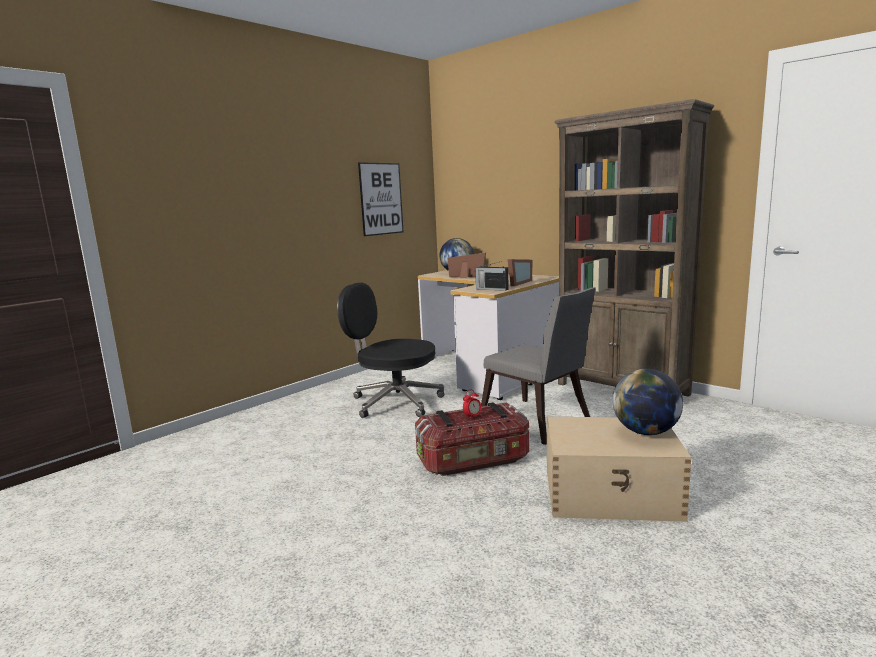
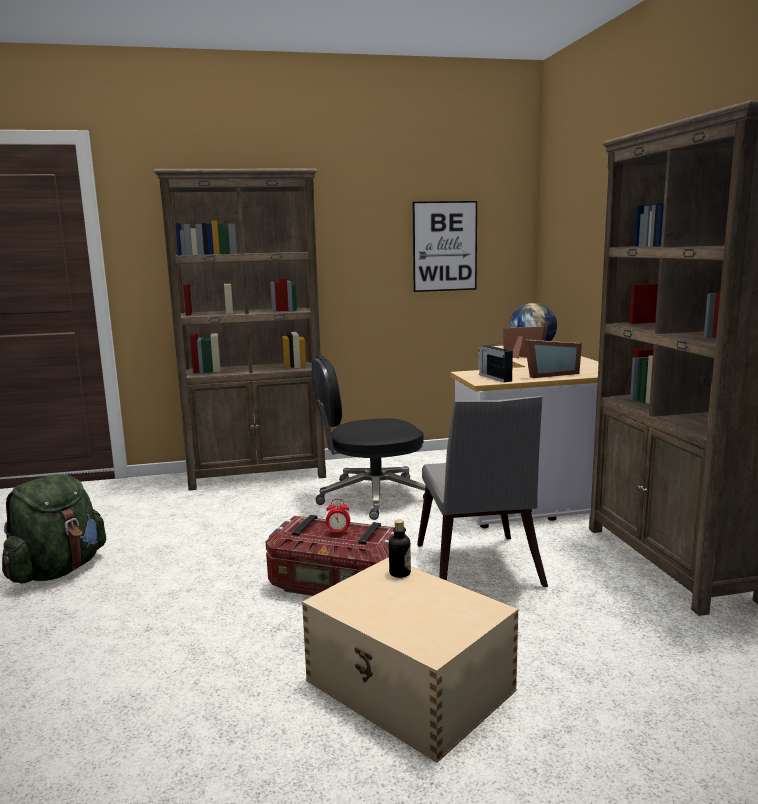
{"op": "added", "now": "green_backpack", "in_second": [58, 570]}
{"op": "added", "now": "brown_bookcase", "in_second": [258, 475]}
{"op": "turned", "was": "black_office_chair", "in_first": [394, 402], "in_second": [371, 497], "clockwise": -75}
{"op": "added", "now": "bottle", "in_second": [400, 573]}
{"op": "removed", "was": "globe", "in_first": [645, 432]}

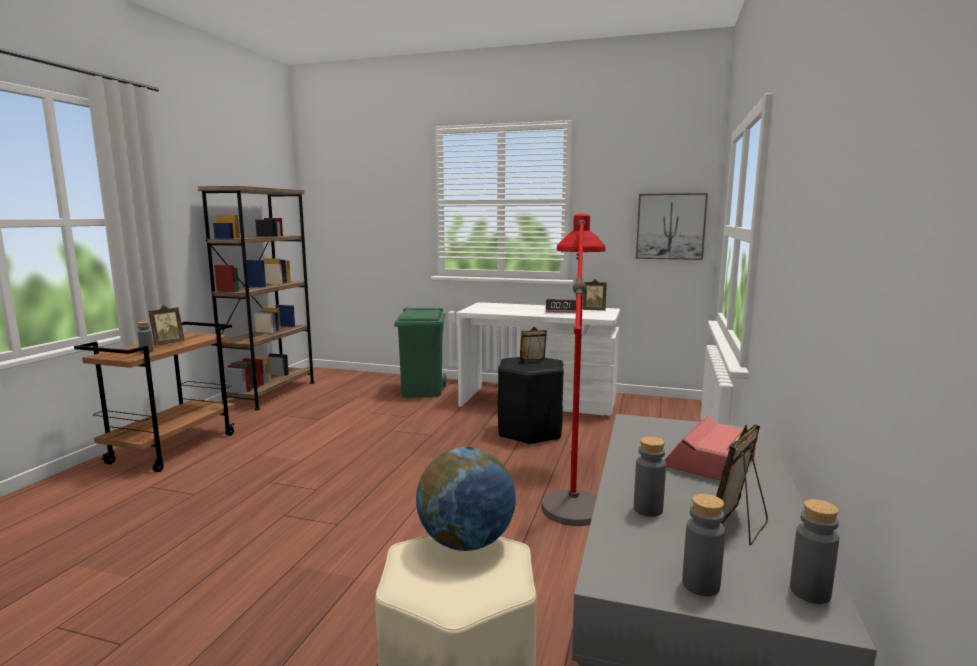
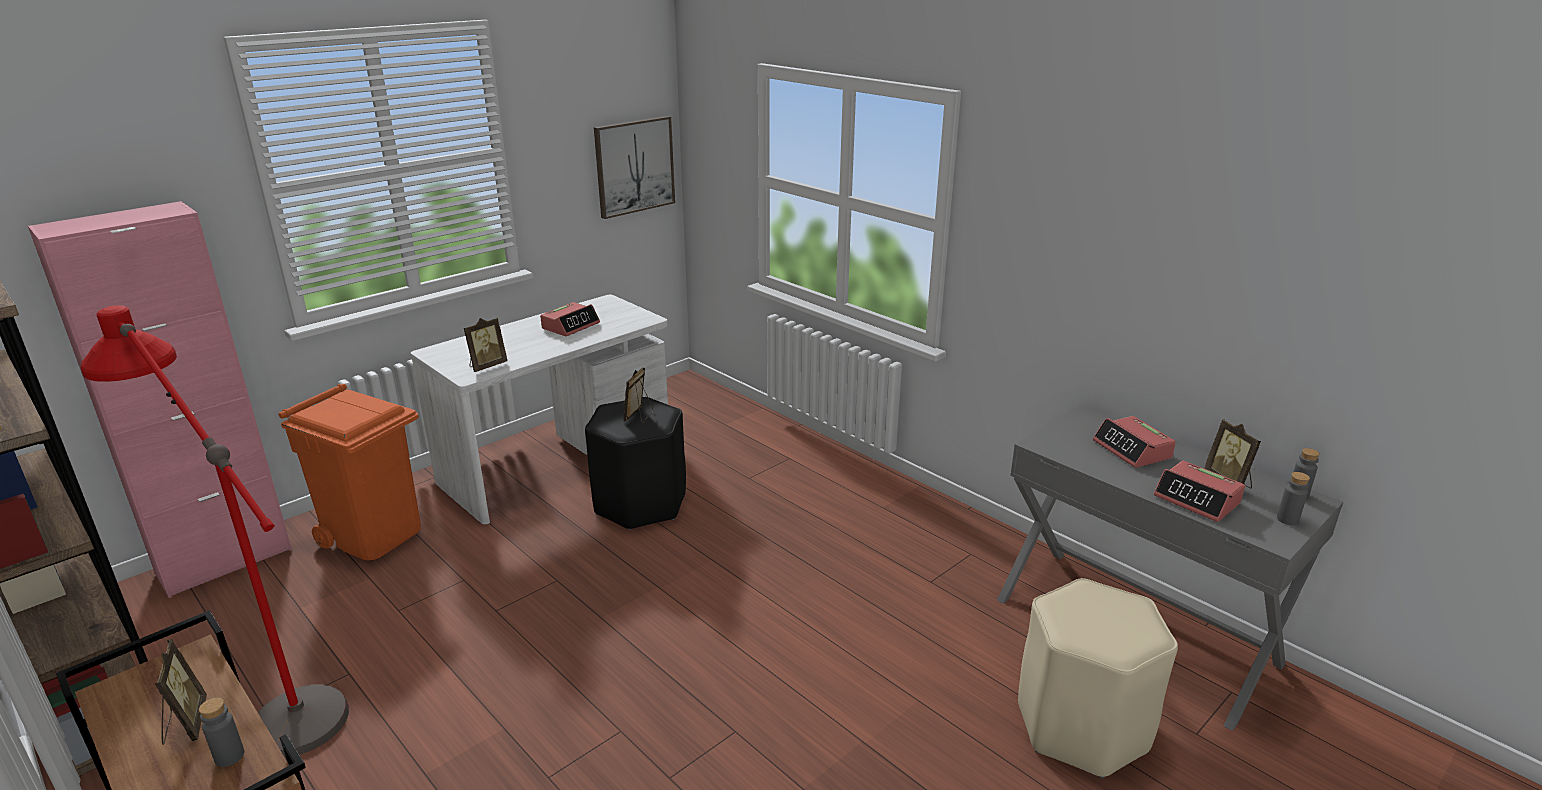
{"op": "added", "now": "pink_cabinet", "in_second": [225, 561]}
{"op": "moved", "was": "red_floor_lamp", "in_first": [573, 487], "in_second": [270, 692]}
{"op": "recoloured", "was": "green_trash_can", "now": "orange_trash_can", "in_first": [423, 391], "in_second": [375, 534]}
{"op": "moved", "was": "picture_frame", "in_first": [594, 310], "in_second": [487, 366]}
{"op": "replaced", "was": "grey_bottle", "now": "alarm_clock", "in_first": [648, 509], "in_second": [1197, 500]}
{"op": "removed", "was": "globe", "in_first": [466, 542]}

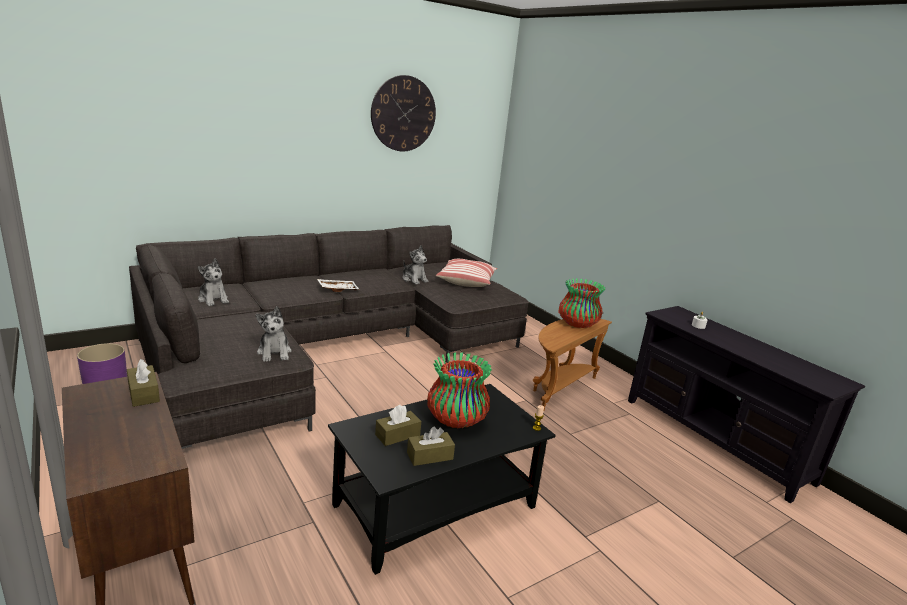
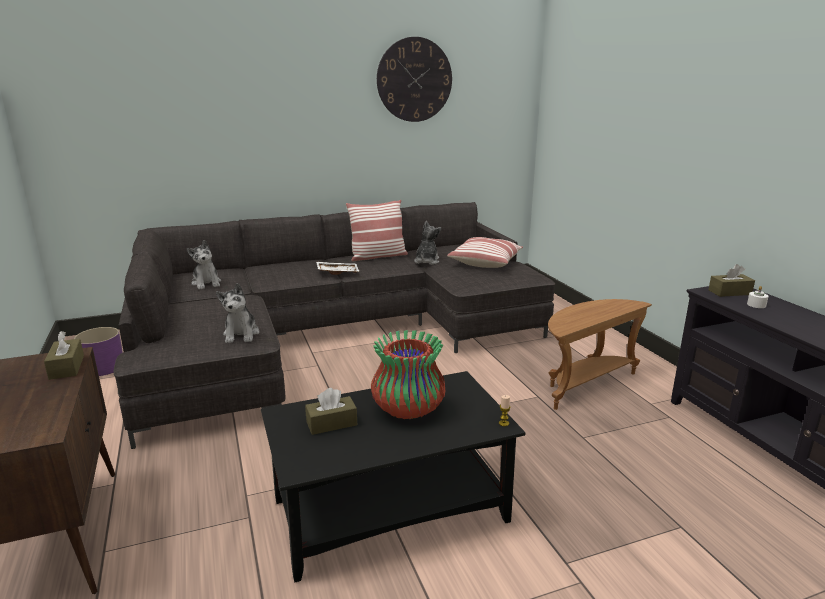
{"op": "added", "now": "pillow", "in_second": [378, 256]}
{"op": "turned", "was": "plush_toy", "in_first": [414, 279], "in_second": [426, 261], "clockwise": -135}
{"op": "moved", "was": "brown_tissue_box", "in_first": [430, 456], "in_second": [729, 292]}
{"op": "removed", "was": "vase", "in_first": [578, 324]}

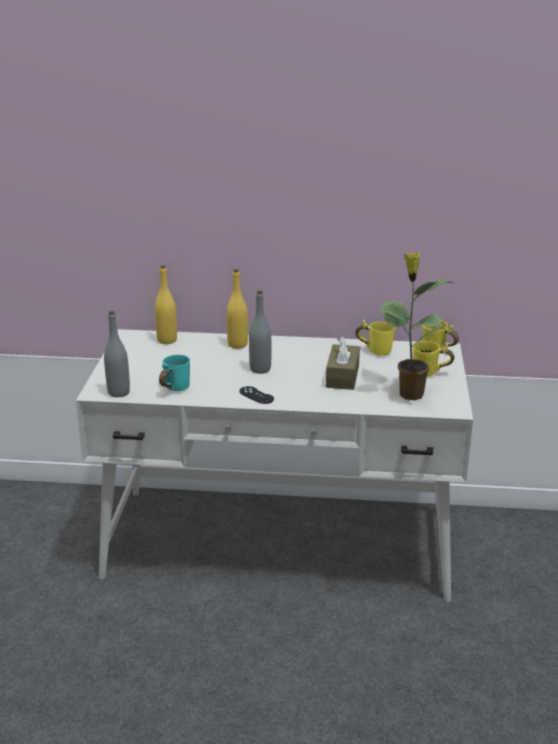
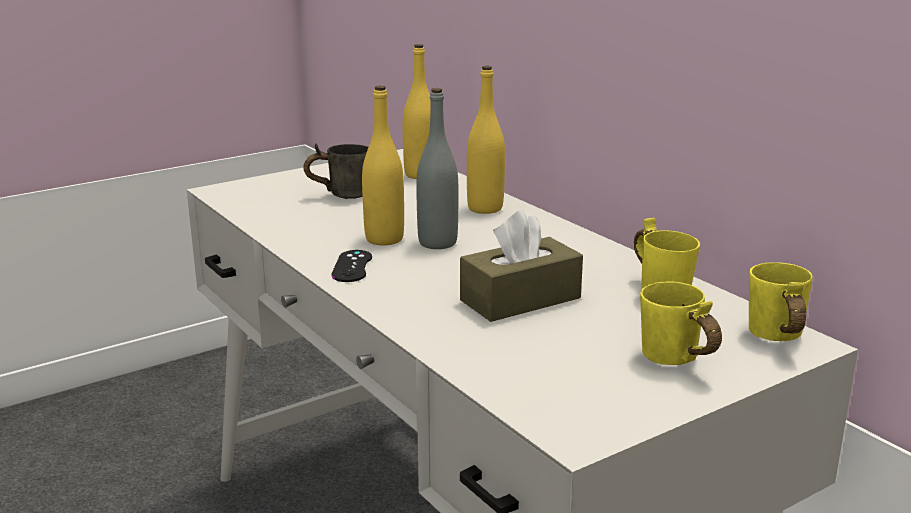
{"op": "added", "now": "grey_mug", "in_second": [340, 194]}
{"op": "added", "now": "yellow_bottle", "in_second": [384, 239]}
{"op": "removed", "was": "grey_bottle", "in_first": [118, 392]}
{"op": "removed", "was": "turquoise_mug", "in_first": [172, 389]}
{"op": "removed", "was": "potted_plant", "in_first": [409, 394]}

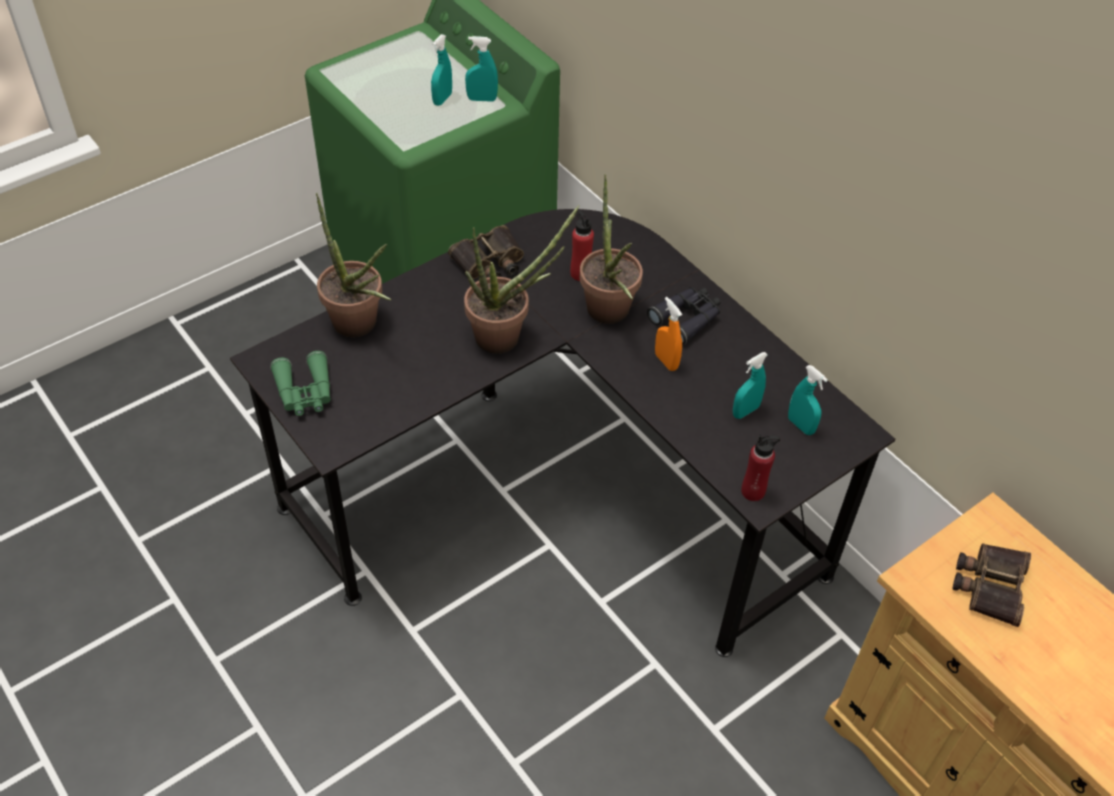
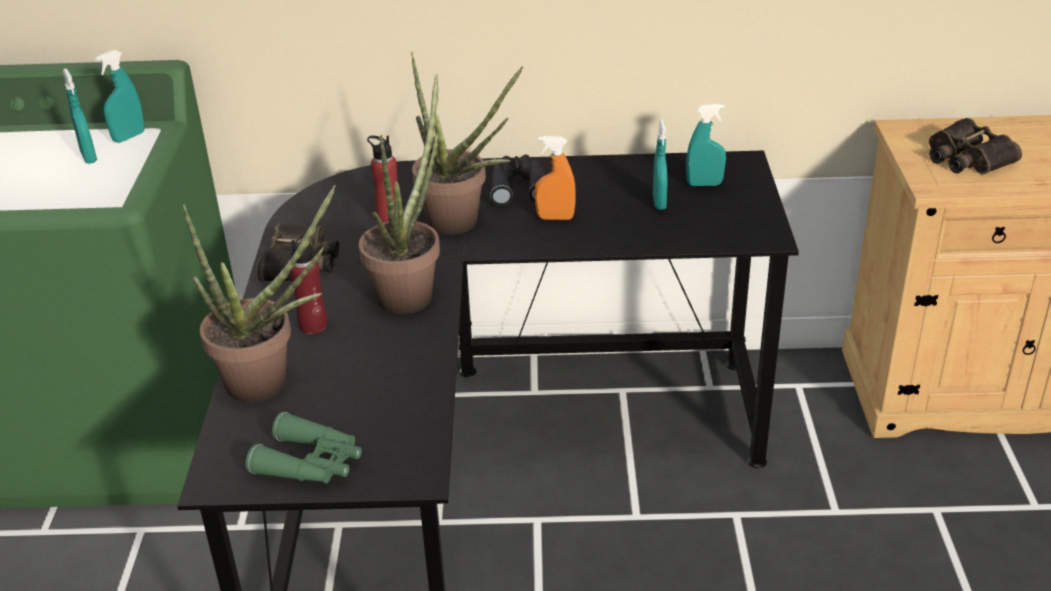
{"op": "moved", "was": "red_bottle", "in_first": [753, 491], "in_second": [313, 325]}

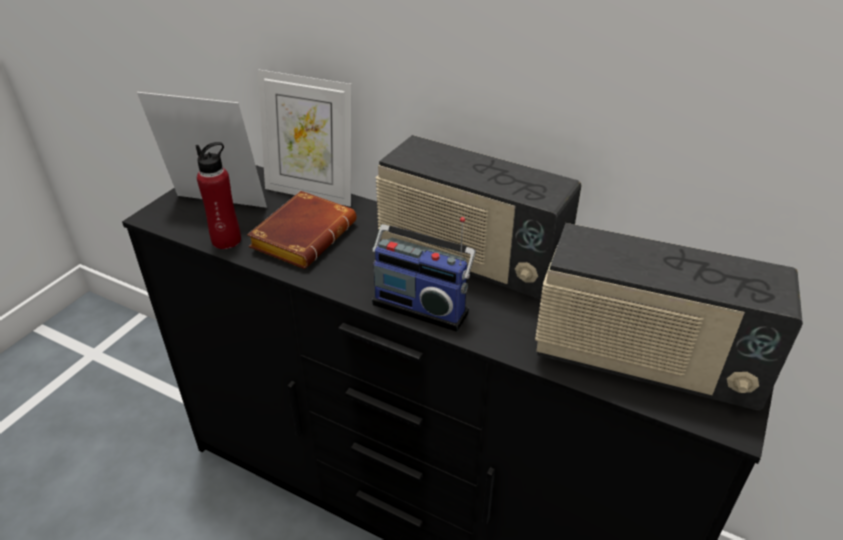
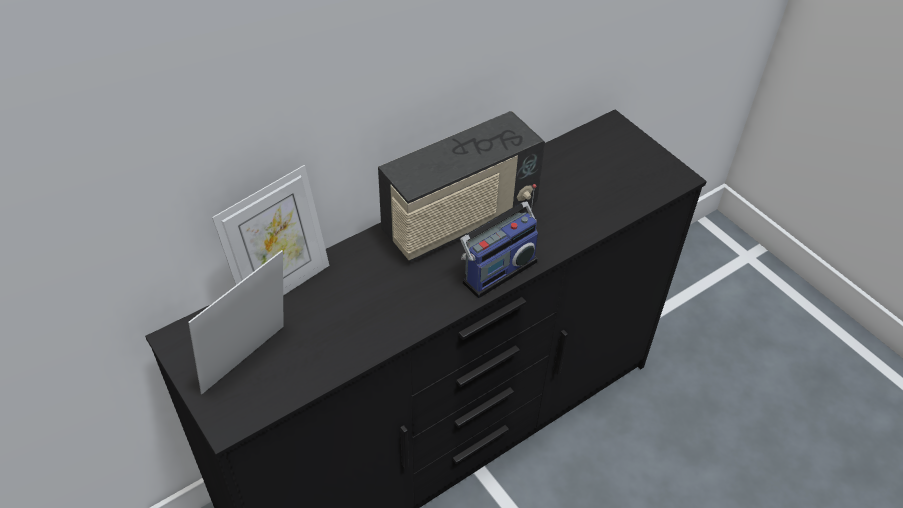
{"op": "removed", "was": "red_bottle", "in_first": [226, 240]}
{"op": "removed", "was": "brown_book", "in_first": [303, 235]}
{"op": "removed", "was": "radio", "in_first": [644, 363]}

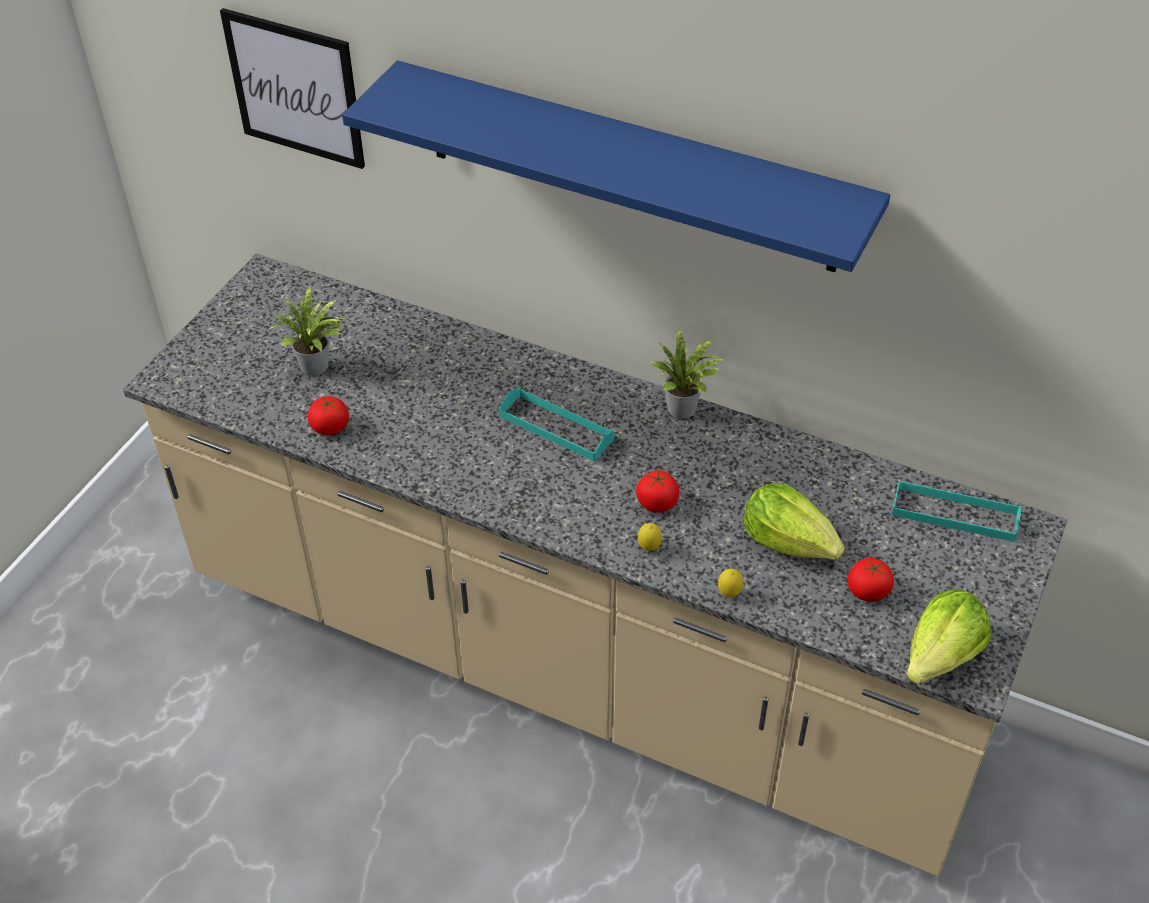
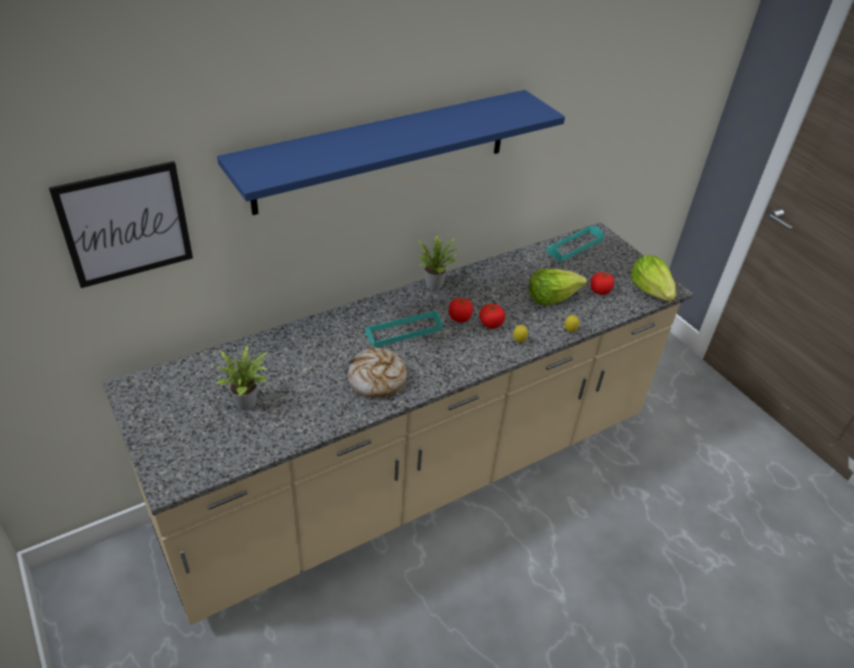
{"op": "added", "now": "bread", "in_second": [376, 379]}
{"op": "moved", "was": "tomato", "in_first": [330, 427], "in_second": [459, 318]}

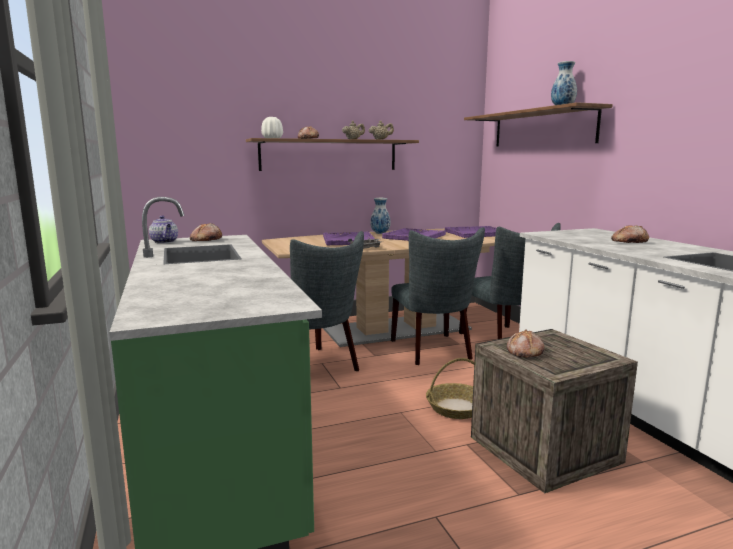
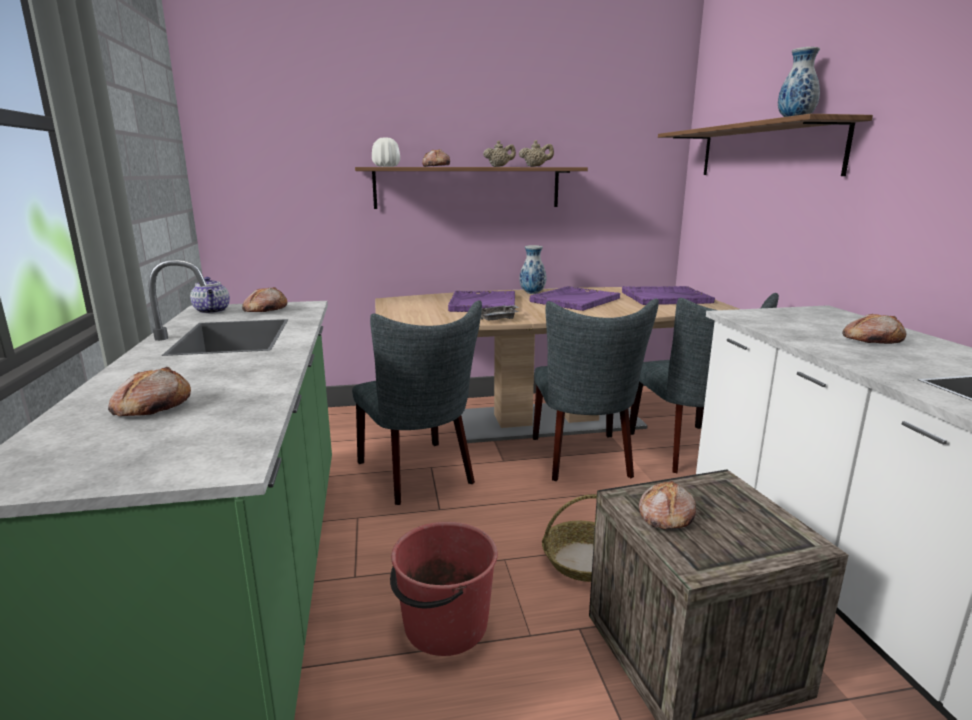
{"op": "added", "now": "bread", "in_second": [152, 407]}
{"op": "added", "now": "red_bucket", "in_second": [444, 625]}

